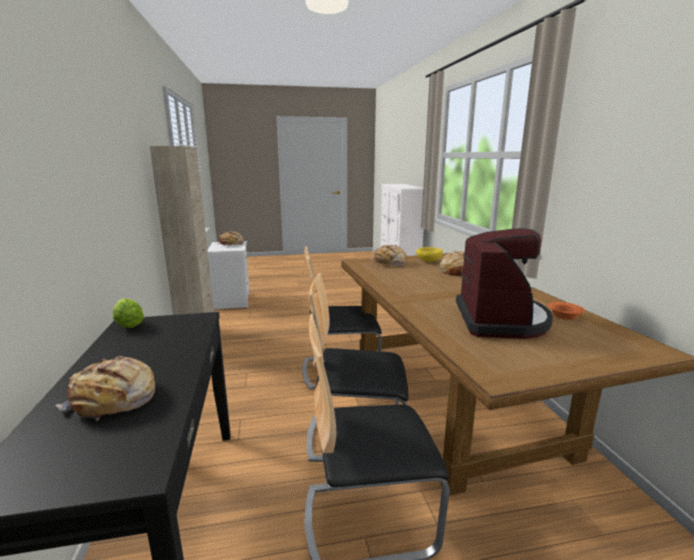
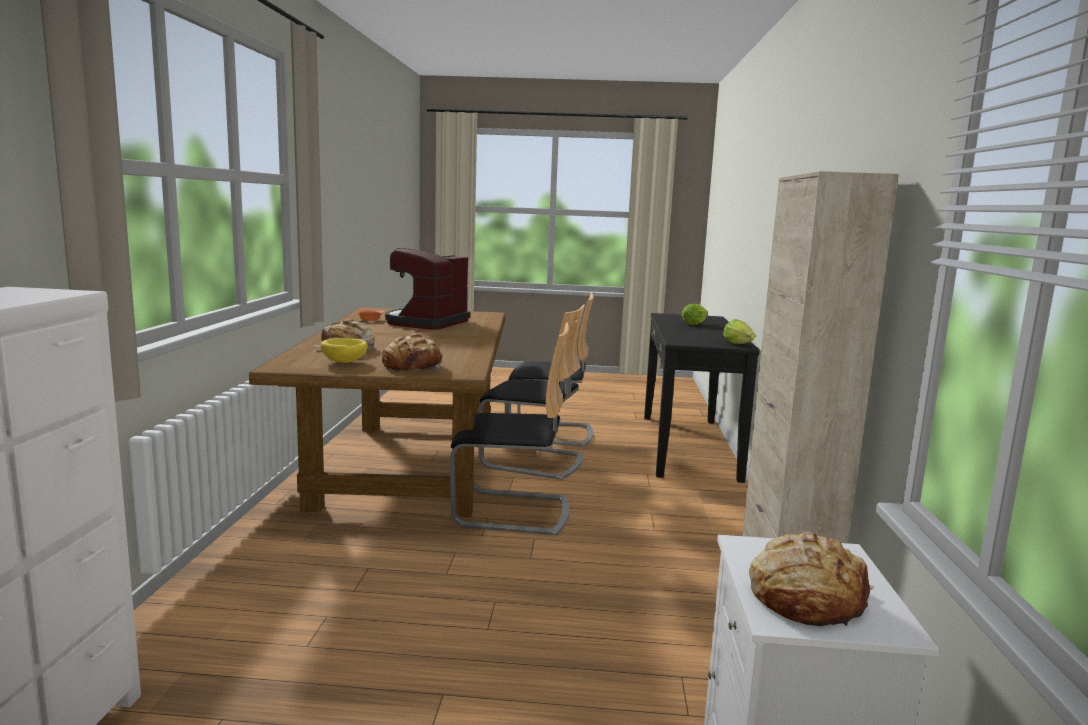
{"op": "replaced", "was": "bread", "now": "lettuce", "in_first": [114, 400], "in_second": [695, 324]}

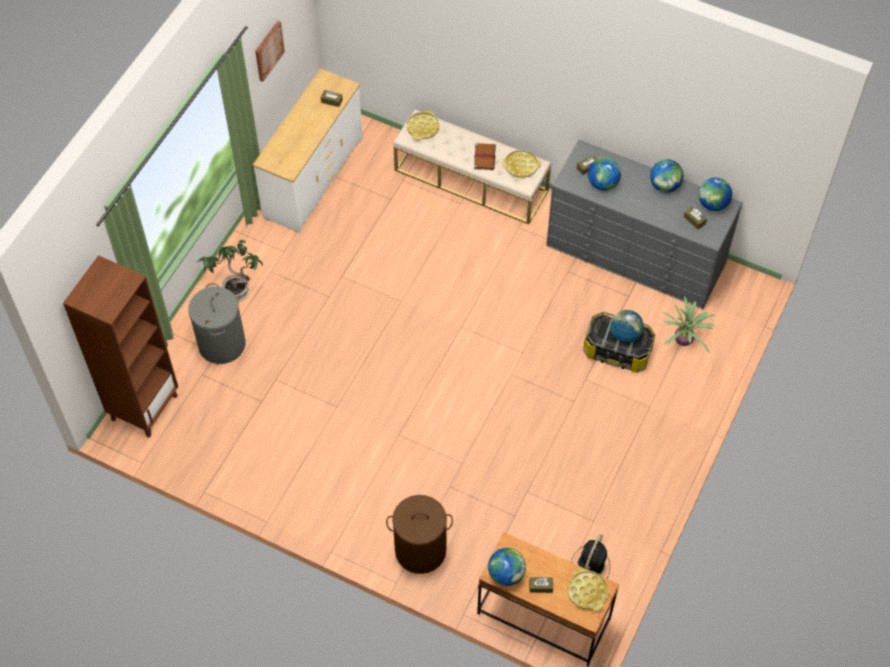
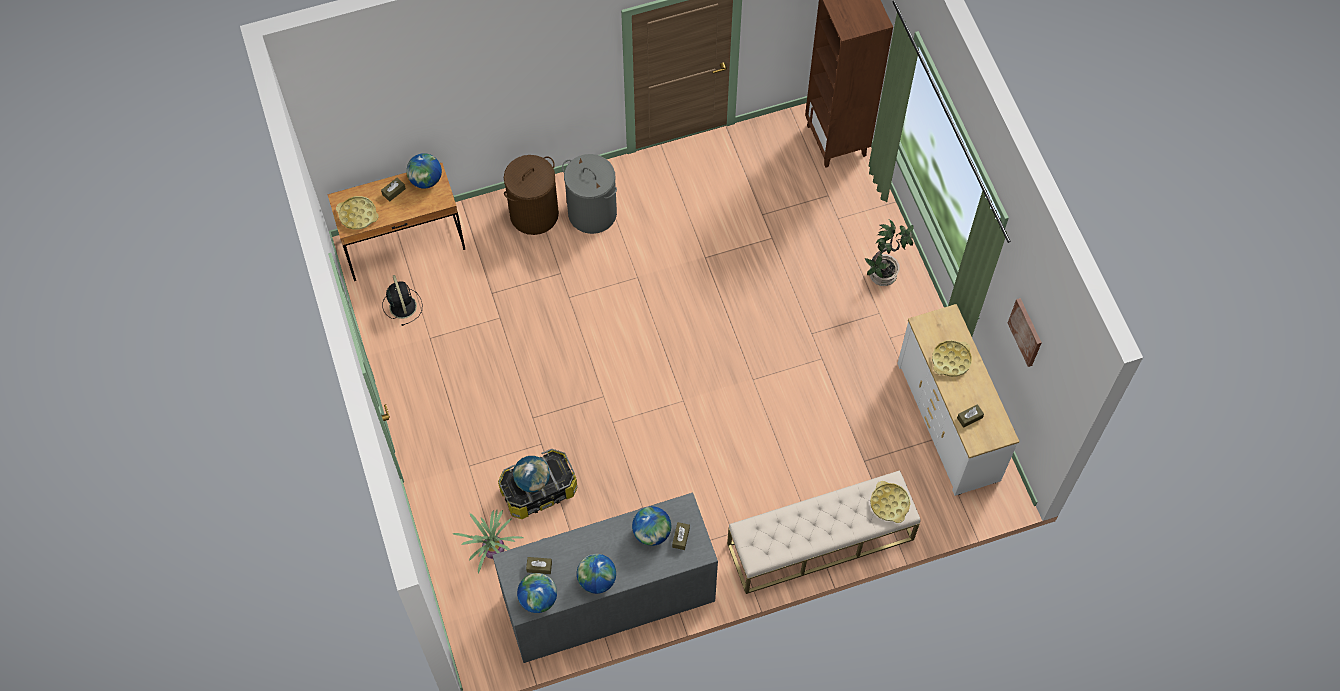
{"op": "moved", "was": "grey_laundry_basket", "in_first": [222, 344], "in_second": [592, 213]}
{"op": "moved", "was": "yellow_tray", "in_first": [521, 166], "in_second": [951, 360]}
{"op": "removed", "was": "brown_book", "in_first": [484, 157]}

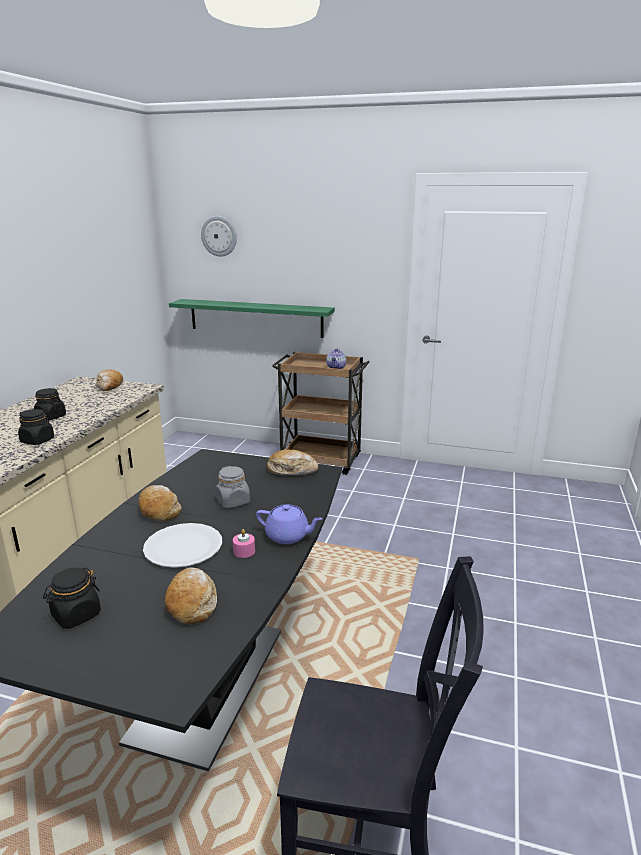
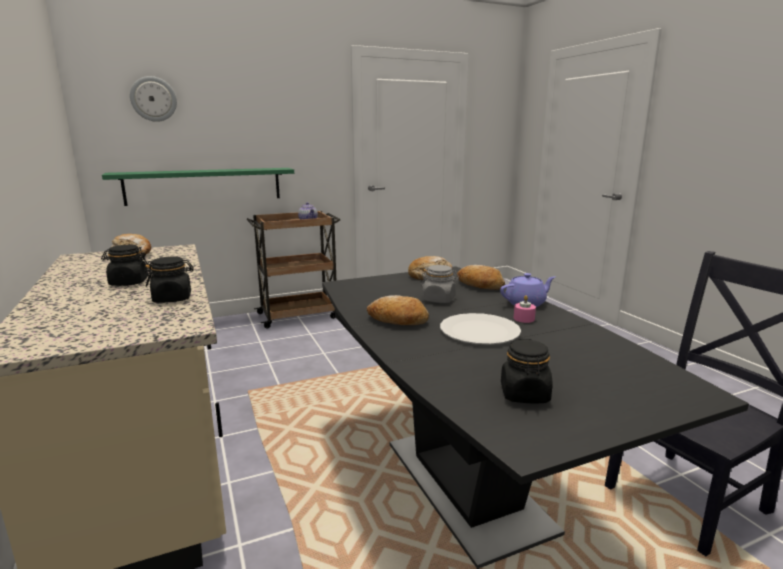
{"op": "moved", "was": "bread", "in_first": [192, 602], "in_second": [479, 285]}

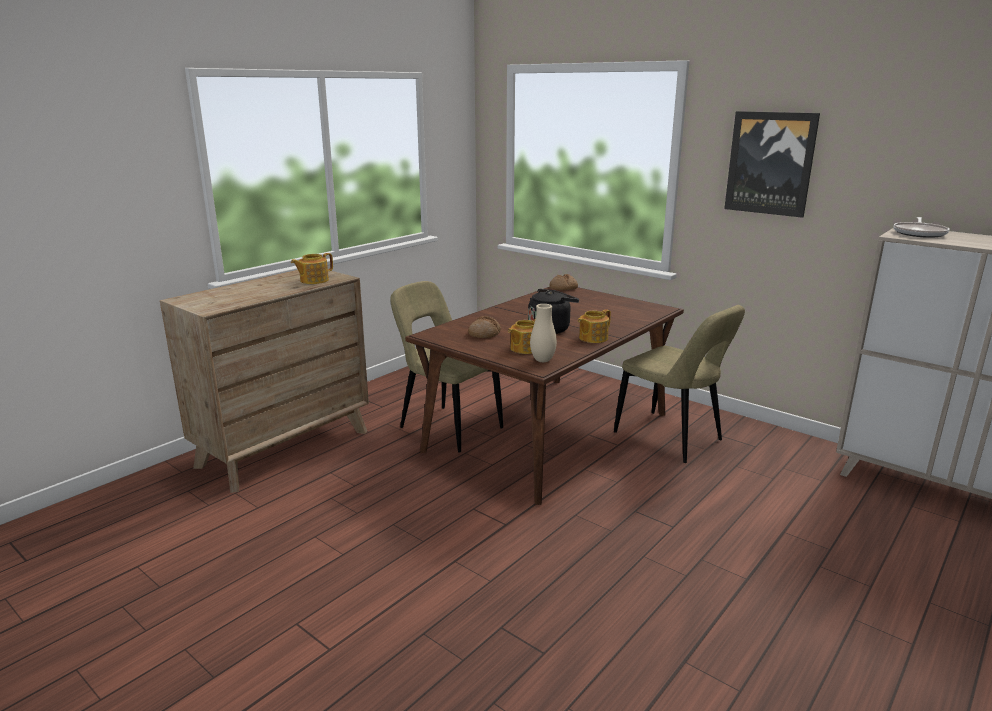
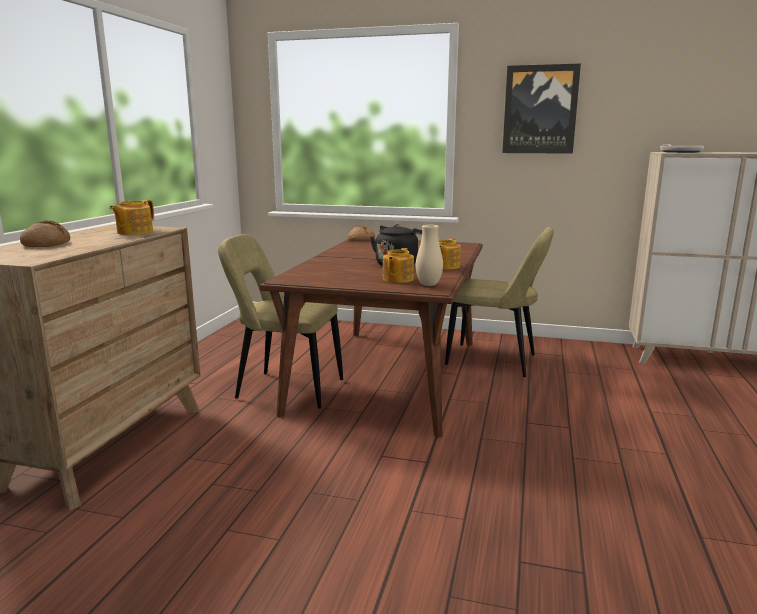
{"op": "moved", "was": "bread", "in_first": [484, 333], "in_second": [46, 244]}

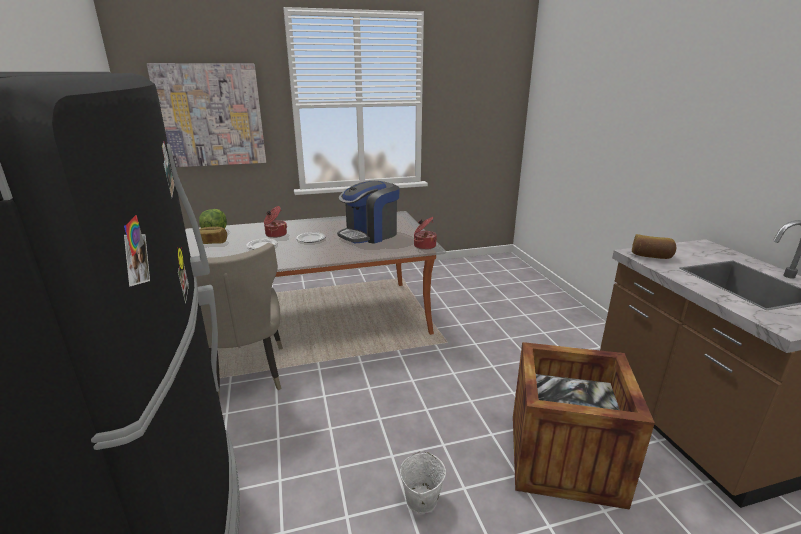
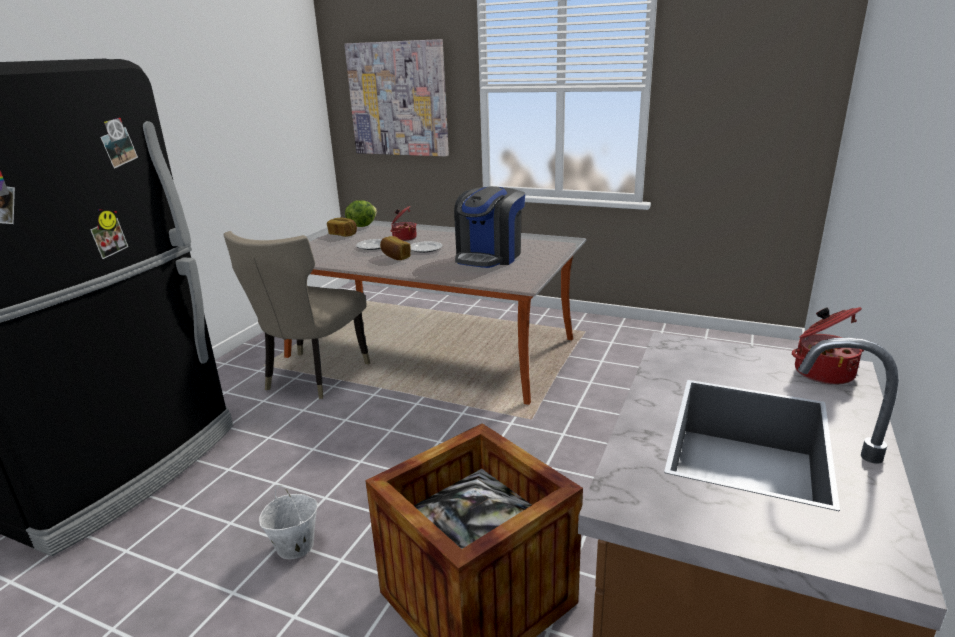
{"op": "moved", "was": "bread", "in_first": [651, 256], "in_second": [395, 256]}
{"op": "turned", "was": "coffee_machine", "in_first": [369, 234], "in_second": [489, 256], "clockwise": -60}
{"op": "moved", "was": "cooking_pot", "in_first": [424, 246], "in_second": [822, 372]}

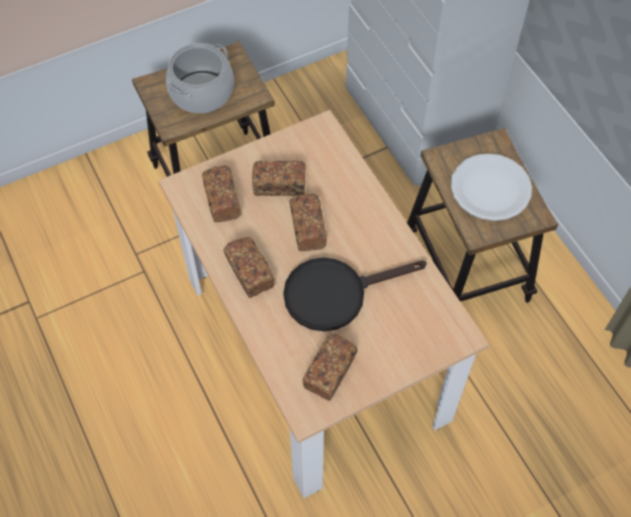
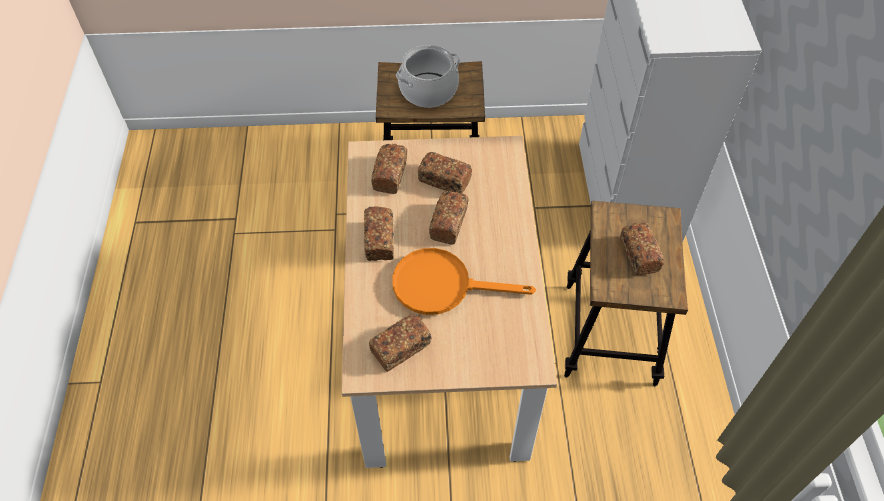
{"op": "recoloured", "was": "black_frying_pan", "now": "orange_frying_pan", "in_first": [335, 293], "in_second": [443, 285]}
{"op": "replaced", "was": "white_plate", "now": "bread", "in_first": [490, 188], "in_second": [638, 255]}

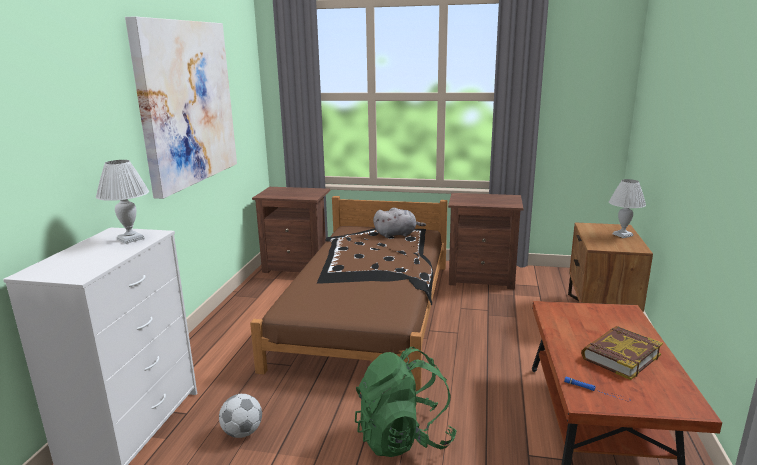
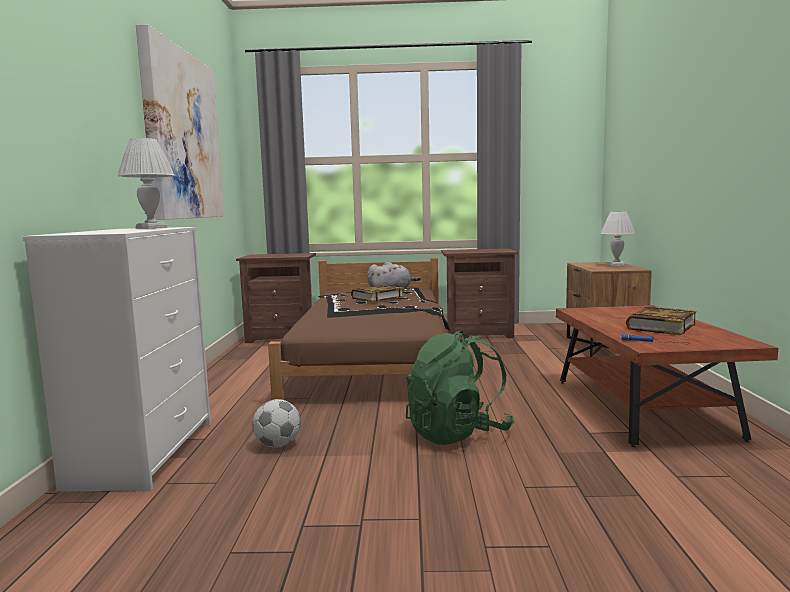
{"op": "added", "now": "book", "in_second": [377, 297]}

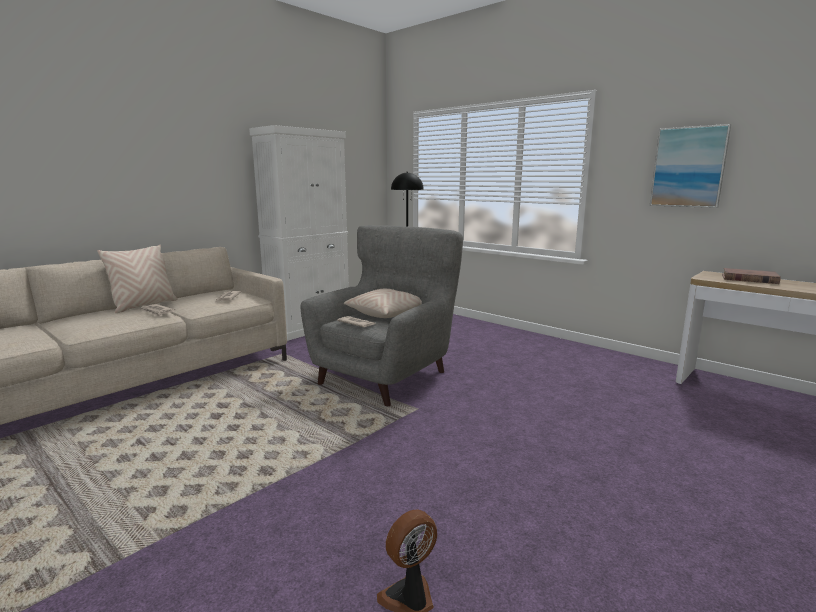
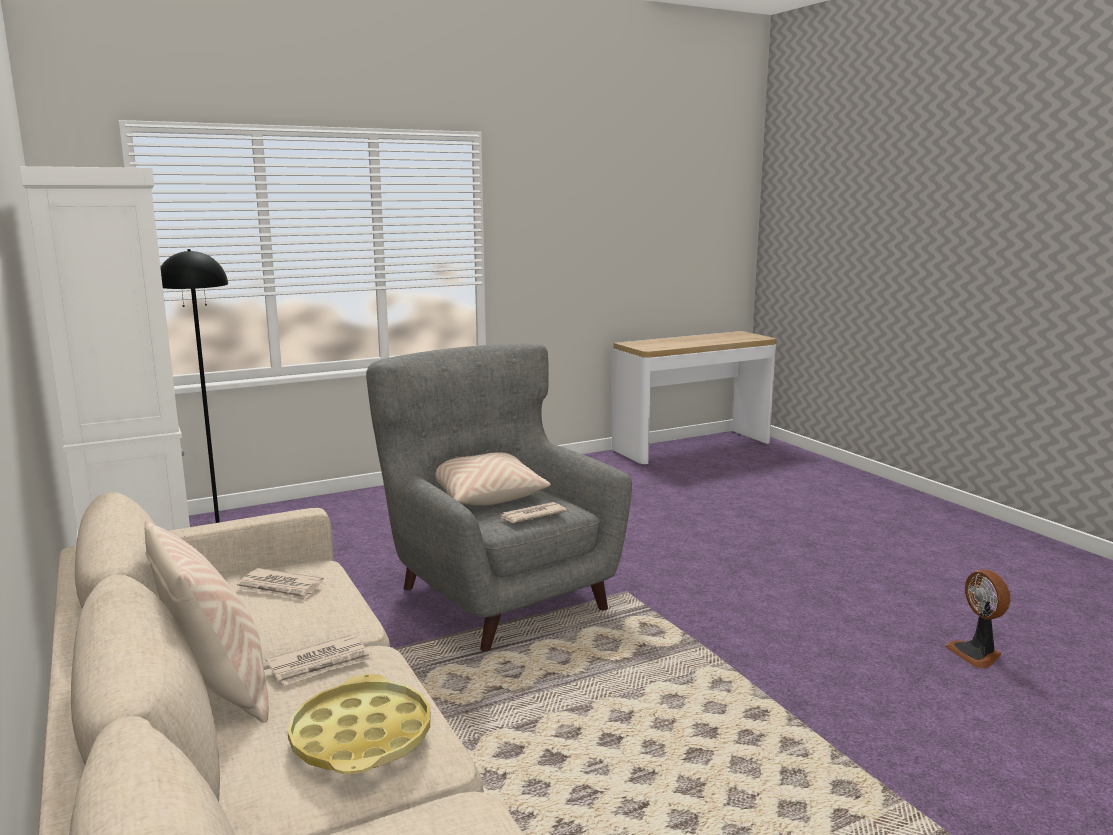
{"op": "added", "now": "yellow_tray", "in_second": [362, 737]}
{"op": "removed", "was": "picture", "in_first": [688, 167]}
{"op": "removed", "was": "brown_book", "in_first": [749, 279]}

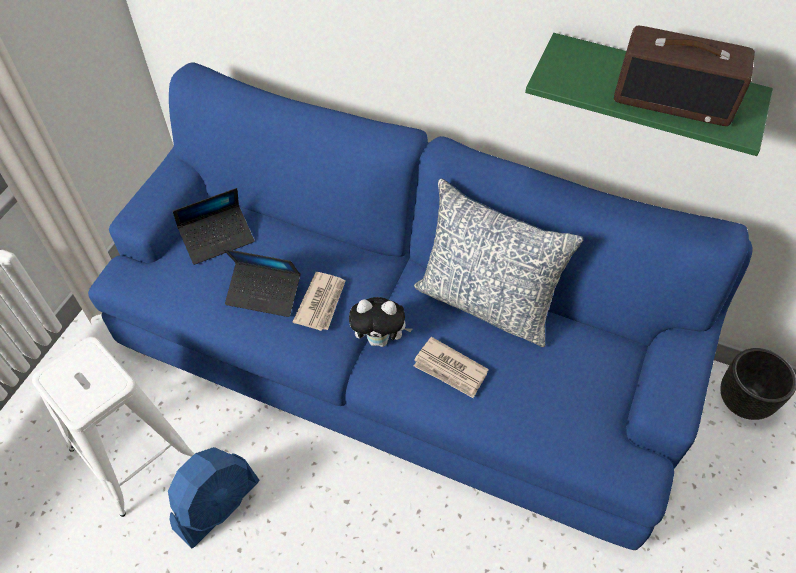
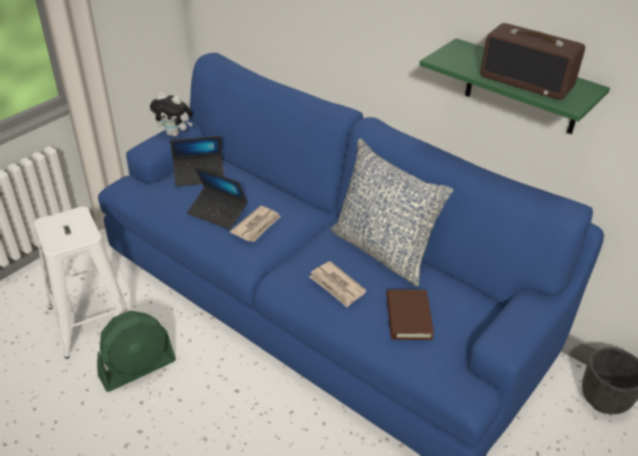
{"op": "recoloured", "was": "blue_fan", "now": "green_fan", "in_first": [217, 504], "in_second": [138, 368]}
{"op": "moved", "was": "plush_toy", "in_first": [380, 339], "in_second": [175, 134]}
{"op": "added", "now": "brown_book", "in_second": [408, 317]}

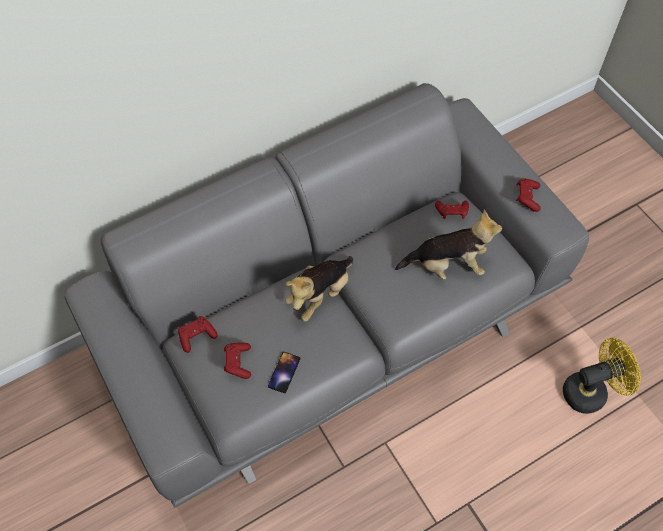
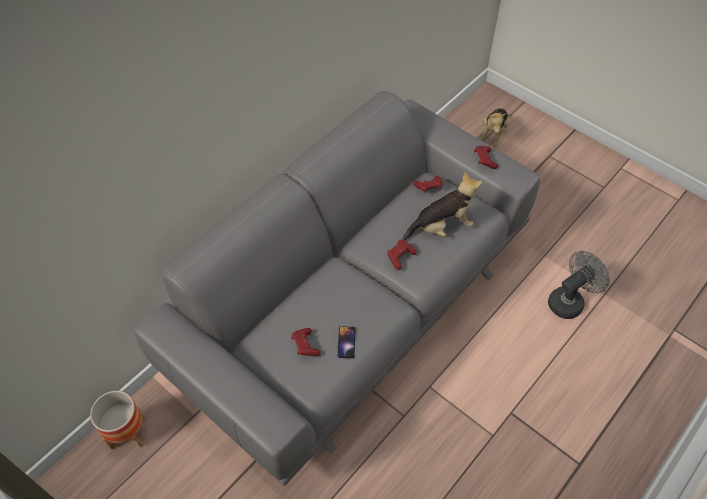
{"op": "added", "now": "planter", "in_second": [128, 432]}
{"op": "moved", "was": "red_game_controller", "in_first": [197, 336], "in_second": [400, 257]}
{"op": "moved", "was": "plush_toy", "in_first": [320, 294], "in_second": [493, 134]}
{"op": "recoloured", "was": "yellow_fan", "now": "grey_fan", "in_first": [591, 391], "in_second": [569, 301]}

